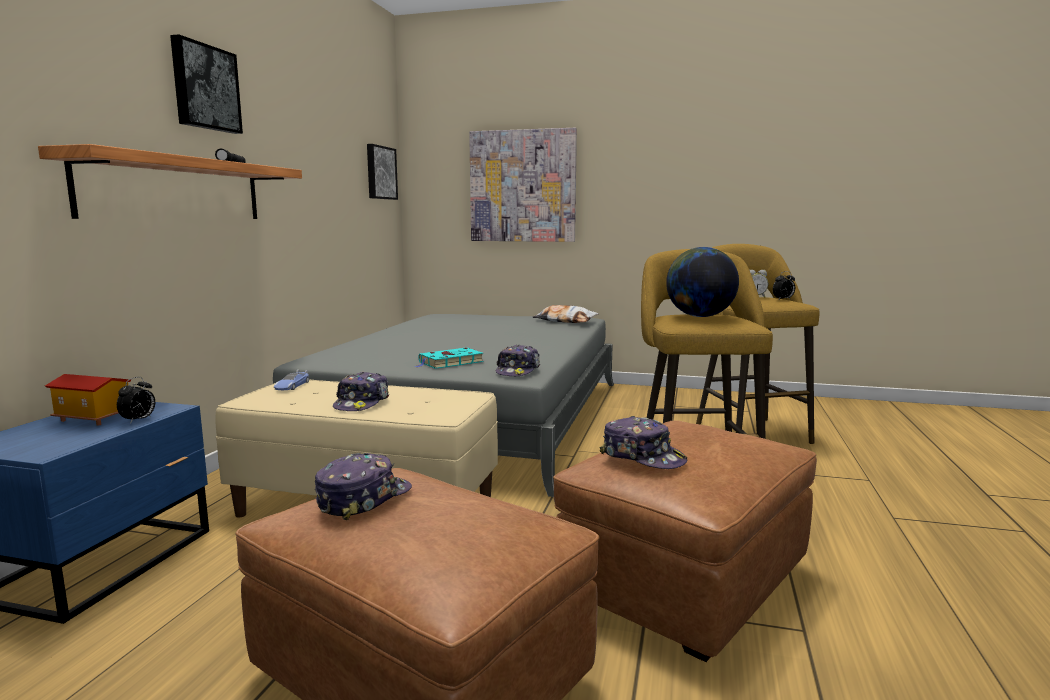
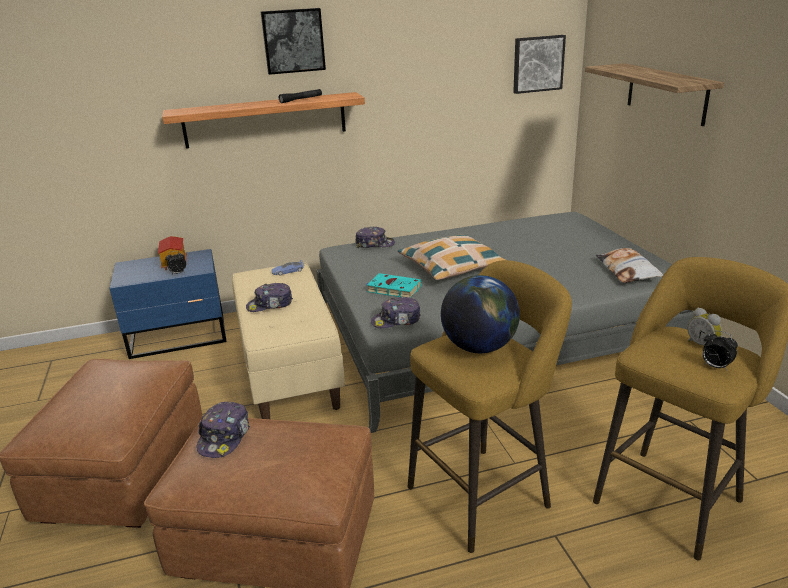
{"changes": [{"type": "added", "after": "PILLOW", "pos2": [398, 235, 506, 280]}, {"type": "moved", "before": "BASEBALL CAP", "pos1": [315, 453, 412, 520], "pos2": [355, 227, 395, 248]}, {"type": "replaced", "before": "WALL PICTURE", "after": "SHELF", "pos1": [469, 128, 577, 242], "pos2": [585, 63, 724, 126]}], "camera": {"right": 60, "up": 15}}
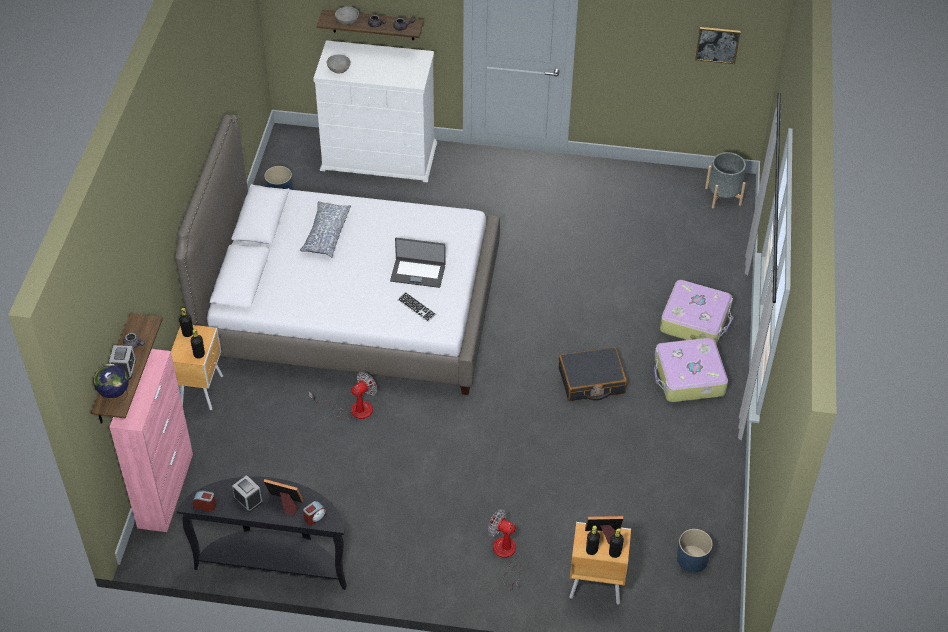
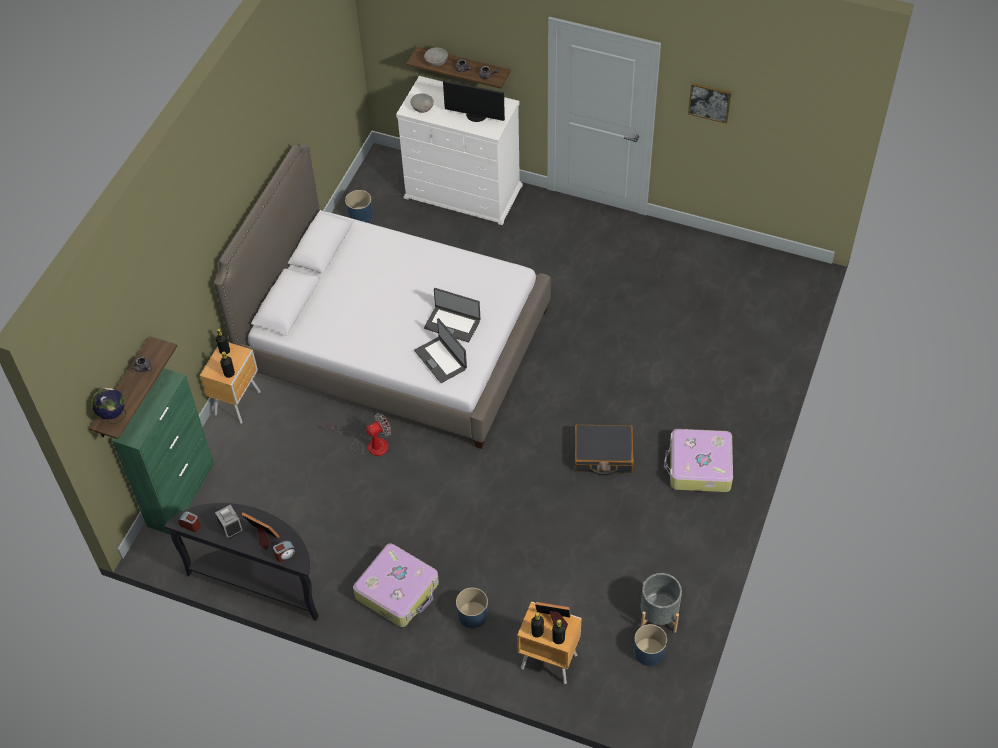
{"changes": [{"type": "removed", "before": "TABLE CLOCK", "pos1": [109, 345, 136, 379]}, {"type": "removed", "before": "PILLOW", "pos1": [300, 201, 351, 257]}, {"type": "added", "after": "COMPUTER SCREEN", "pos2": [443, 81, 505, 122]}, {"type": "moved", "before": "PIECE OF LUGGAGE", "pos1": [660, 280, 733, 345], "pos2": [353, 544, 439, 627]}, {"type": "moved", "before": "WALL PICTURE", "pos1": [695, 27, 741, 64], "pos2": [688, 83, 731, 124]}, {"type": "moved", "before": "GREY FLOWER POT", "pos1": [705, 152, 746, 208], "pos2": [640, 573, 682, 633]}, {"type": "replaced", "before": "PC KEYBOARD", "after": "LAPTOP", "pos1": [397, 292, 436, 322], "pos2": [414, 318, 467, 383]}, {"type": "replaced", "before": "COOLING FAN", "after": "BLUE-COLOURED FLOWER POT", "pos1": [488, 509, 522, 590], "pos2": [456, 587, 488, 629]}, {"type": "recoloured", "before": "PINK STORAGE CABINET", "after": "GREENISH STORAGE CABINET", "pos1": [109, 349, 193, 532], "pos2": [112, 368, 214, 535]}], "camera": {"right": 15, "up": 5}}
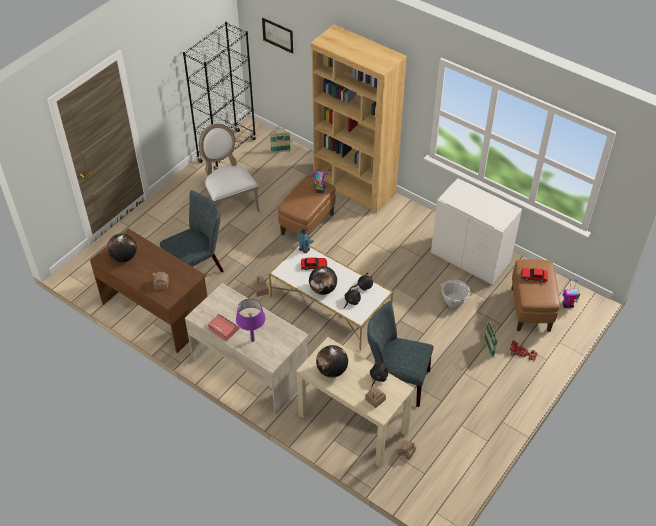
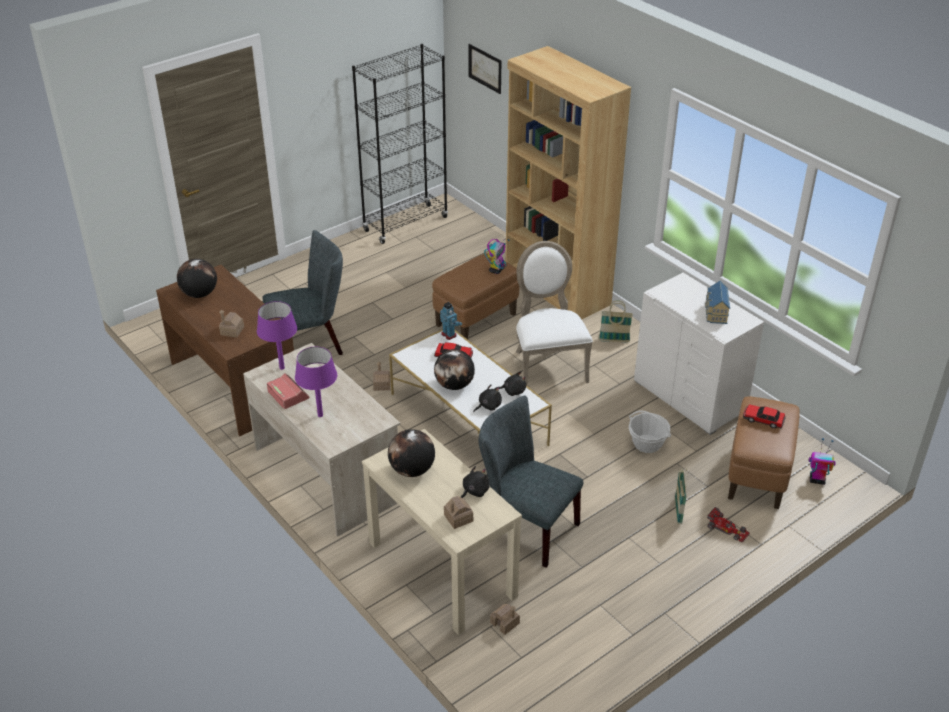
{"changes": [{"type": "added", "after": "PURPLE-COLOURED LAMP FOR A TABLE", "pos2": [257, 301, 297, 370]}, {"type": "added", "after": "TOY HOUSE", "pos2": [705, 281, 730, 324]}, {"type": "moved", "before": "WHITE PLAIN CHAIR", "pos1": [199, 124, 260, 212], "pos2": [516, 241, 593, 385]}, {"type": "moved", "before": "BASKET", "pos1": [270, 126, 291, 153], "pos2": [599, 300, 633, 342]}], "camera": {"right": 15, "up": -10}}
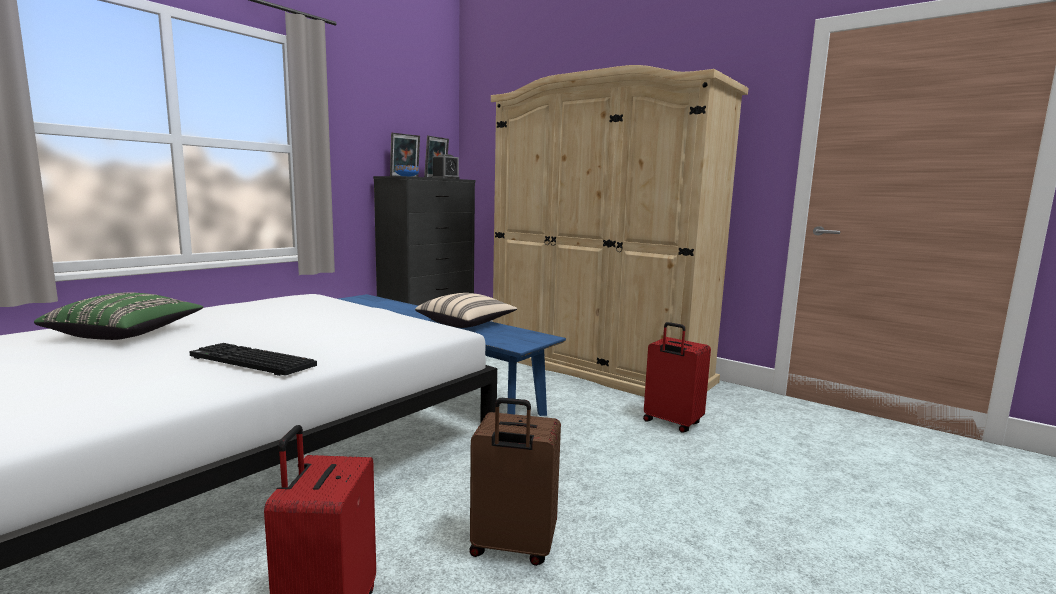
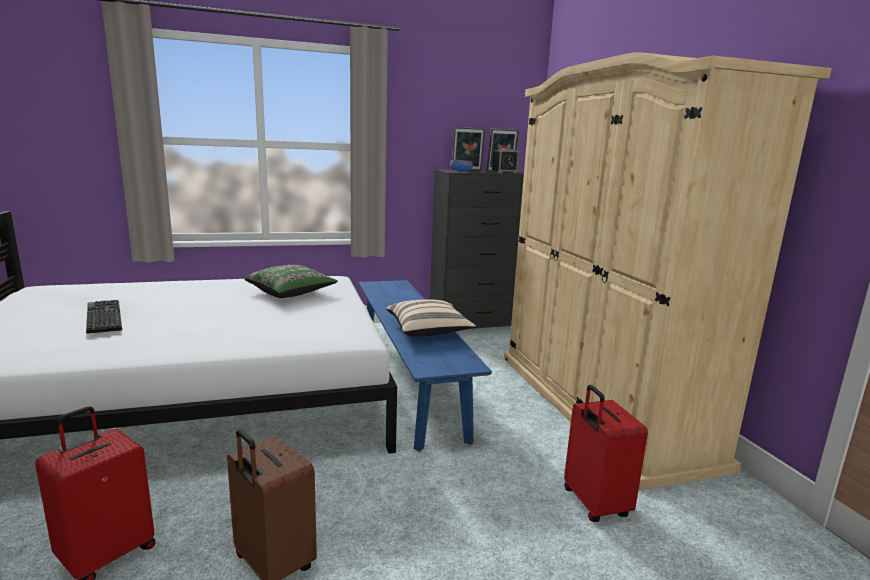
{"changes": [{"type": "moved", "before": "GREENISH PILLOW", "pos1": [34, 293, 203, 340], "pos2": [244, 265, 338, 298]}, {"type": "moved", "before": "PC KEYBOARD", "pos1": [190, 343, 317, 376], "pos2": [86, 300, 122, 334]}], "camera": {"right": 35, "up": 5}}
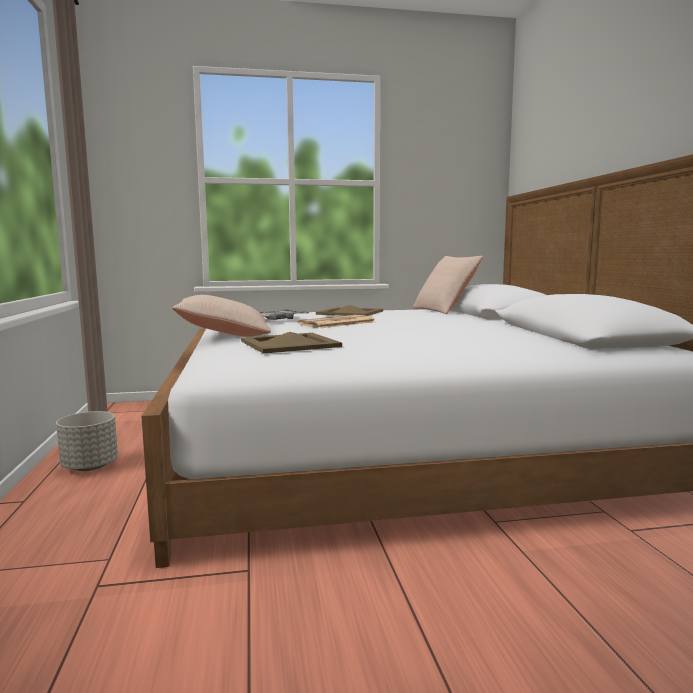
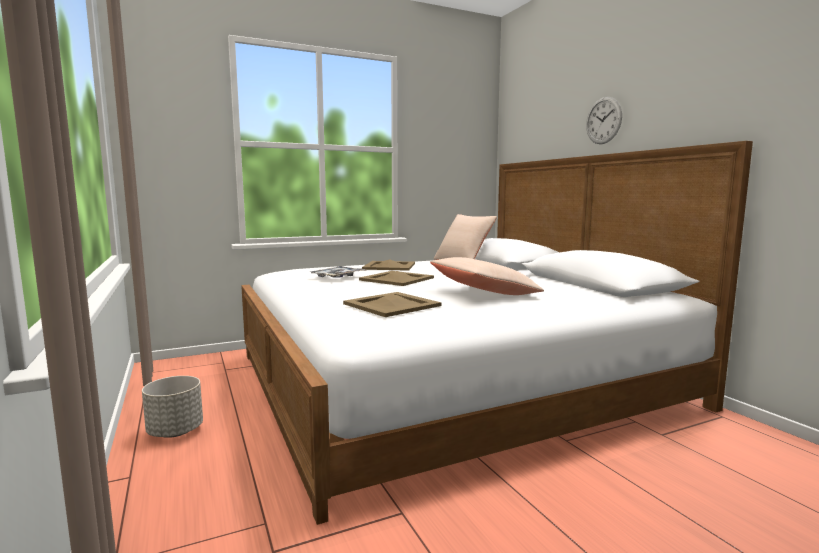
{"changes": [{"type": "added", "after": "CLOCK ON THE WALL", "pos2": [586, 97, 622, 144]}, {"type": "moved", "before": "BEIGE PILLOW", "pos1": [172, 295, 271, 337], "pos2": [430, 257, 544, 295]}, {"type": "replaced", "before": "DAILY PAPER", "after": "BEIGE CARRYING TRAY", "pos1": [298, 315, 376, 328], "pos2": [359, 271, 434, 286]}], "camera": {"right": -15, "up": 0}}
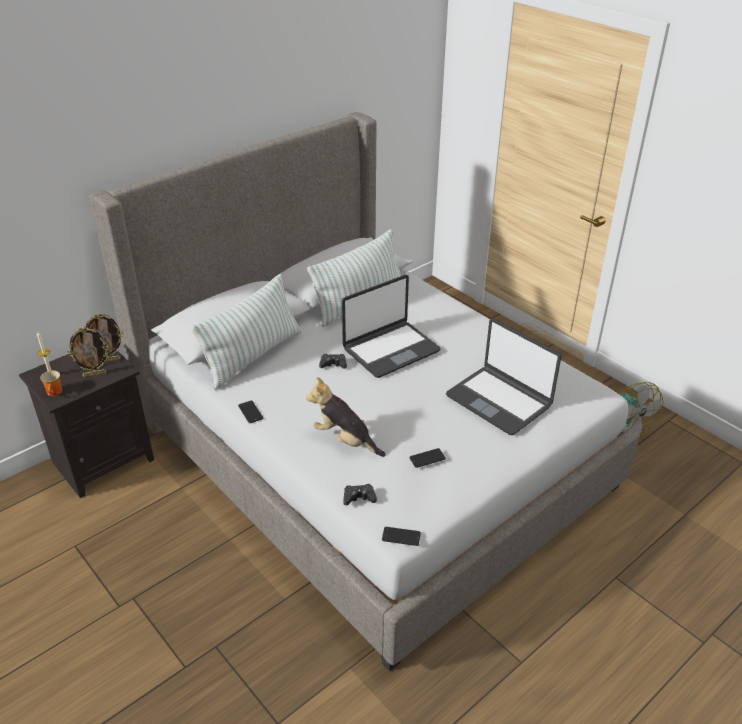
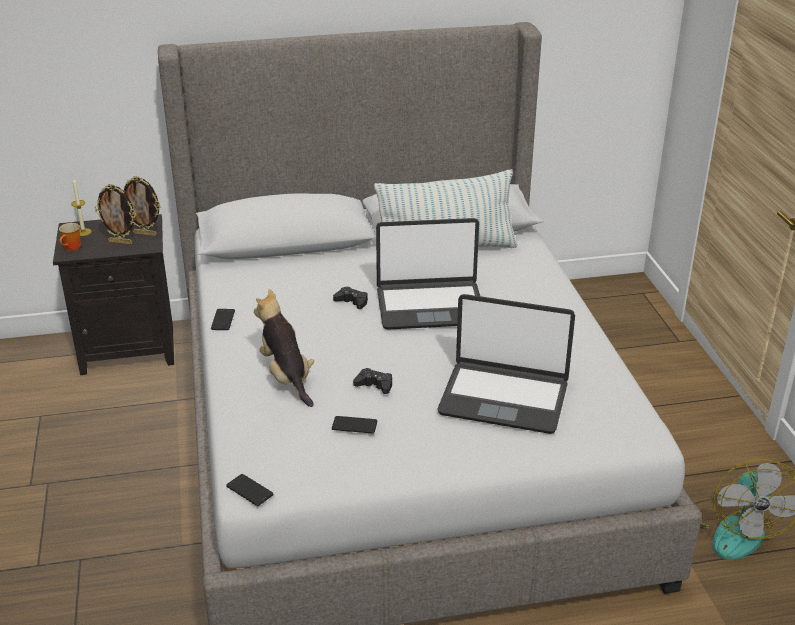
{"changes": [{"type": "removed", "before": "PILLOW", "pos1": [191, 273, 302, 390]}, {"type": "moved", "before": "BLACKISH GAMEPAD", "pos1": [343, 484, 377, 505], "pos2": [353, 368, 392, 394]}, {"type": "turned", "before": "LAPTOP", "pos1": [446, 318, 561, 435], "pos2": [438, 294, 575, 434], "turn": -60}], "camera": {"right": 30, "up": -5}}
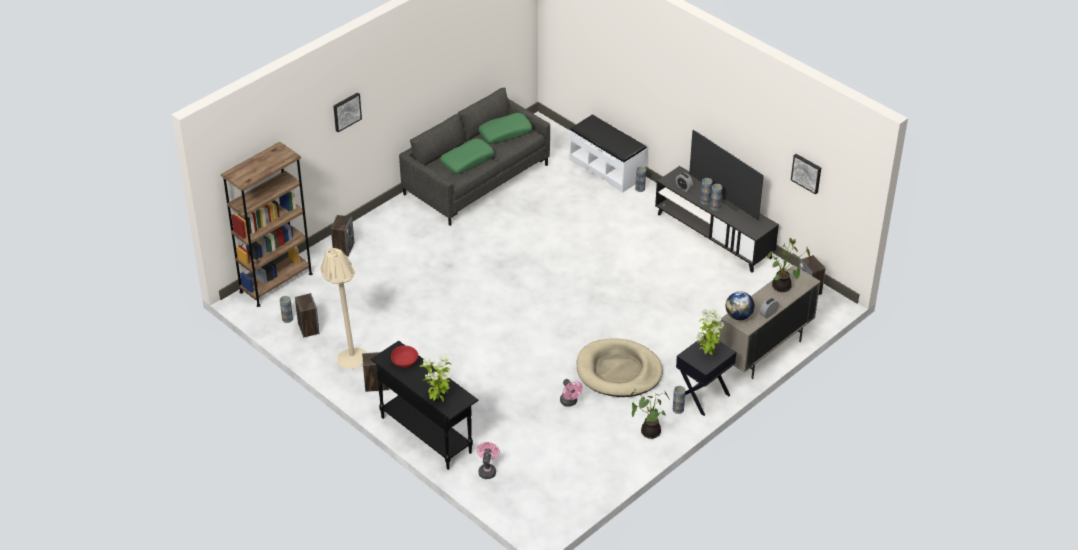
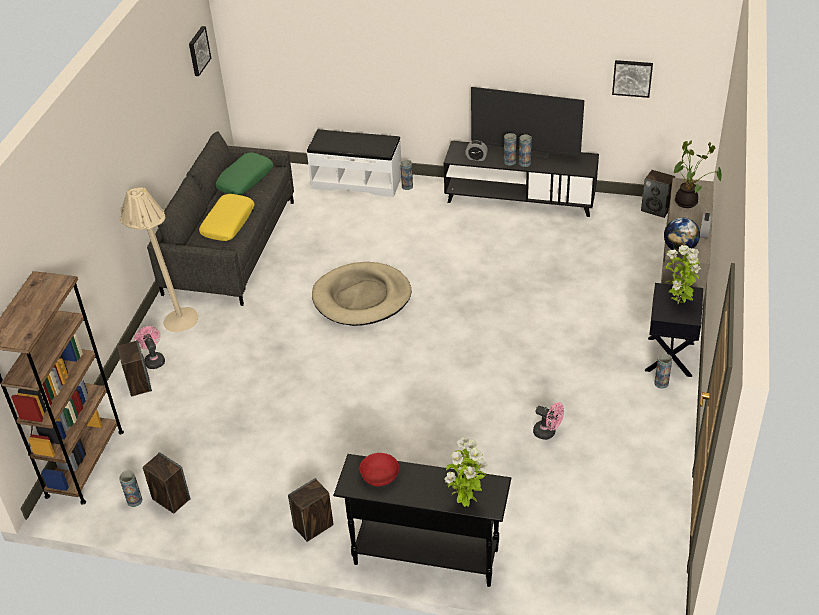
{"changes": [{"type": "removed", "before": "POTTED PLANT", "pos1": [630, 391, 670, 439]}, {"type": "moved", "before": "BEIGE STANDING LAMP", "pos1": [320, 248, 367, 369], "pos2": [120, 187, 198, 332]}, {"type": "moved", "before": "WALL PICTURE", "pos1": [333, 93, 362, 132], "pos2": [189, 26, 211, 76]}, {"type": "moved", "before": "PINK COOLING FAN", "pos1": [476, 442, 500, 479], "pos2": [134, 326, 165, 369]}, {"type": "moved", "before": "BEIGE DOG CUSHION", "pos1": [577, 338, 663, 397], "pos2": [312, 262, 412, 326]}, {"type": "recoloured", "before": "GREENISH PILLOW", "after": "YELLOW PILLOW", "pos1": [440, 138, 494, 174], "pos2": [199, 194, 255, 241]}], "camera": {"right": -30, "up": 0}}
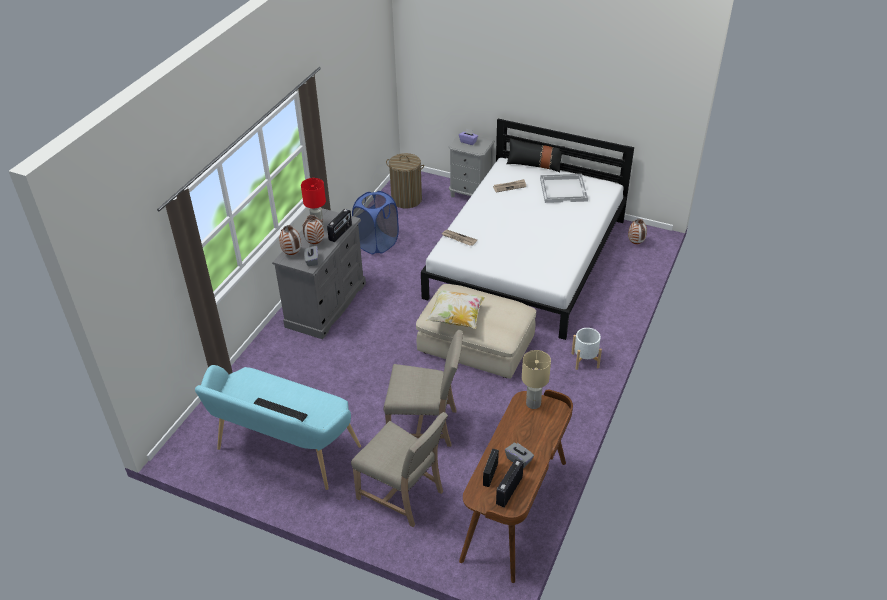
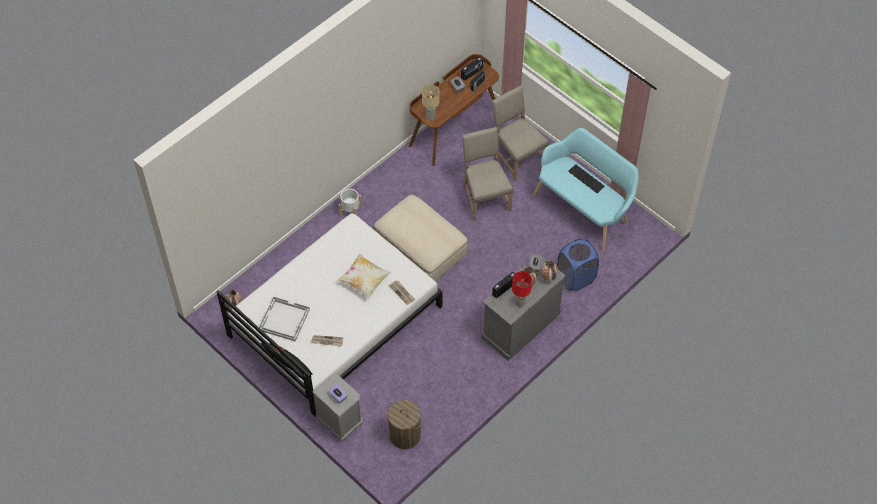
{"changes": [{"type": "moved", "before": "BLUE-COLOURED LAUNDRY BASKET", "pos1": [352, 191, 399, 254], "pos2": [557, 239, 599, 291]}, {"type": "moved", "before": "PILLOW", "pos1": [426, 289, 486, 329], "pos2": [337, 254, 392, 299]}, {"type": "turned", "before": "BEIGE PLAIN CHAIR", "pos1": [383, 330, 463, 447], "pos2": [462, 127, 513, 221], "turn": 45}], "camera": {"right": -160, "up": 15}}
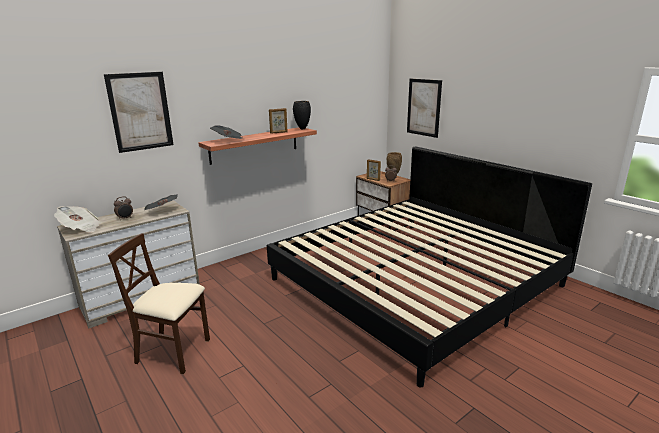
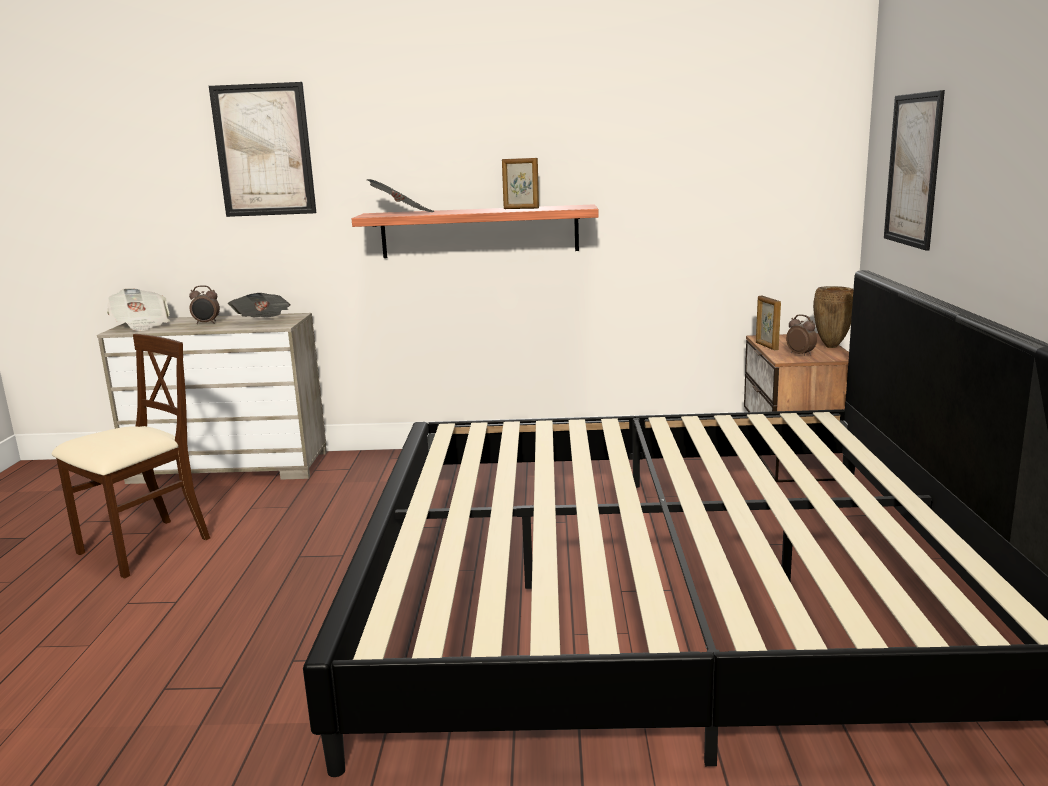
{"changes": [{"type": "removed", "before": "BLACKISH DECORATIVE VASE", "pos1": [293, 101, 311, 129]}, {"type": "turned", "before": "BEIGE PLAIN CHAIR", "pos1": [108, 233, 210, 374], "pos2": [51, 334, 210, 579], "turn": 75}], "camera": {"right": 40, "up": -5}}
